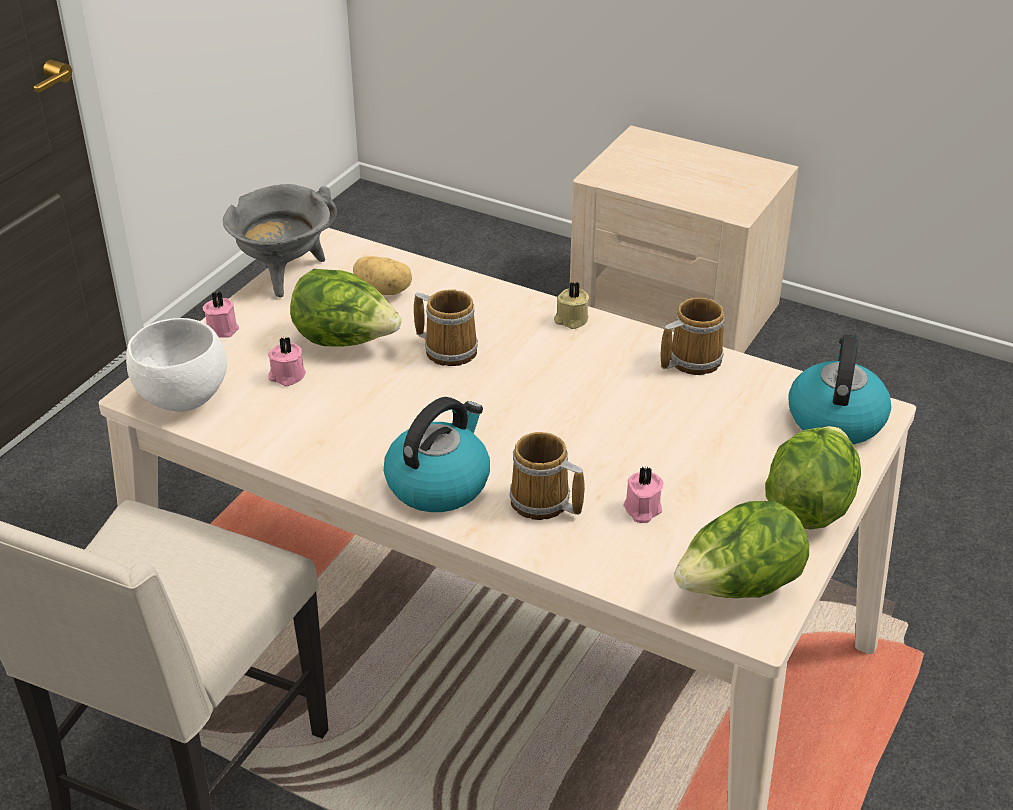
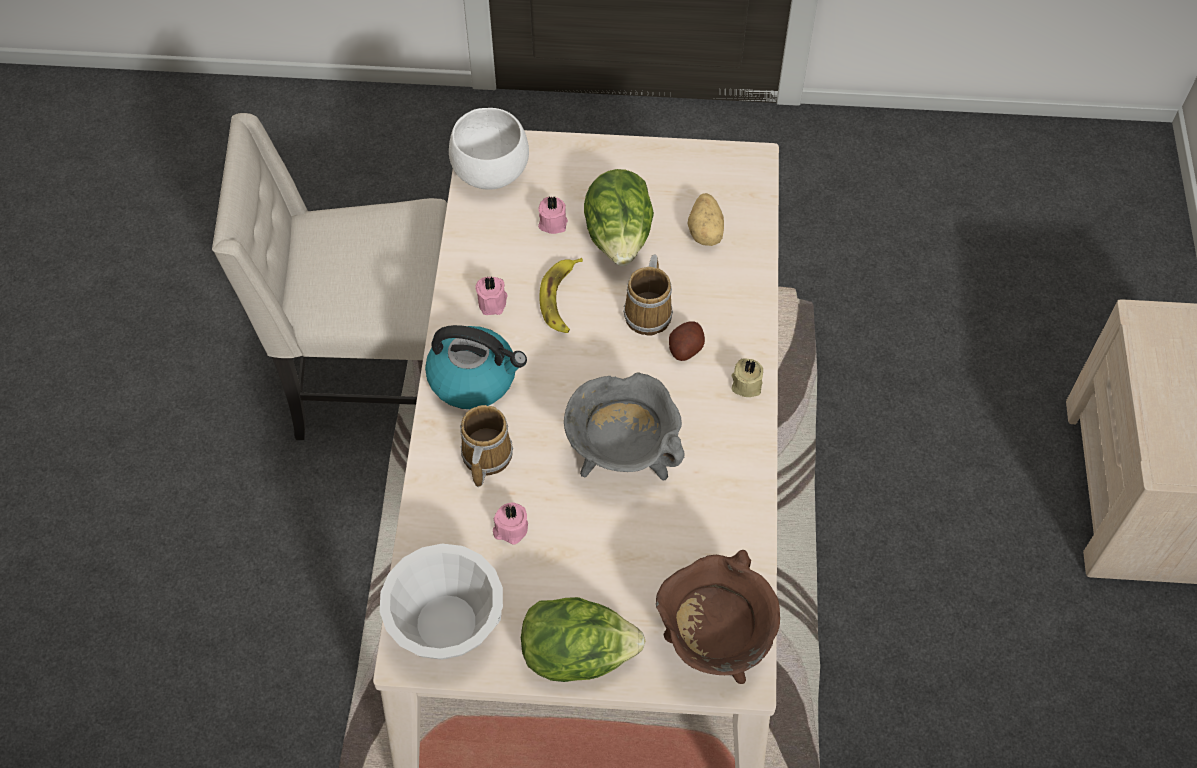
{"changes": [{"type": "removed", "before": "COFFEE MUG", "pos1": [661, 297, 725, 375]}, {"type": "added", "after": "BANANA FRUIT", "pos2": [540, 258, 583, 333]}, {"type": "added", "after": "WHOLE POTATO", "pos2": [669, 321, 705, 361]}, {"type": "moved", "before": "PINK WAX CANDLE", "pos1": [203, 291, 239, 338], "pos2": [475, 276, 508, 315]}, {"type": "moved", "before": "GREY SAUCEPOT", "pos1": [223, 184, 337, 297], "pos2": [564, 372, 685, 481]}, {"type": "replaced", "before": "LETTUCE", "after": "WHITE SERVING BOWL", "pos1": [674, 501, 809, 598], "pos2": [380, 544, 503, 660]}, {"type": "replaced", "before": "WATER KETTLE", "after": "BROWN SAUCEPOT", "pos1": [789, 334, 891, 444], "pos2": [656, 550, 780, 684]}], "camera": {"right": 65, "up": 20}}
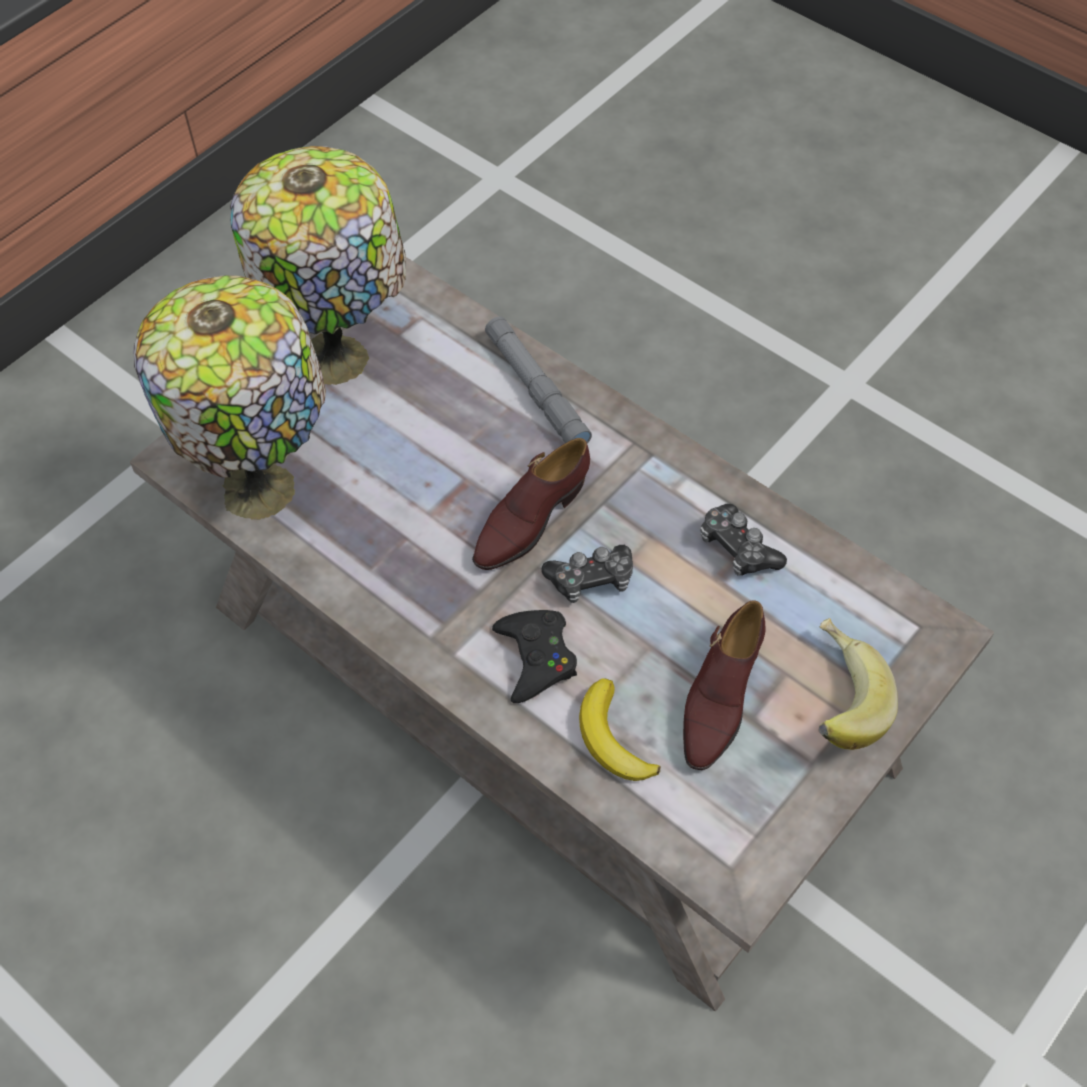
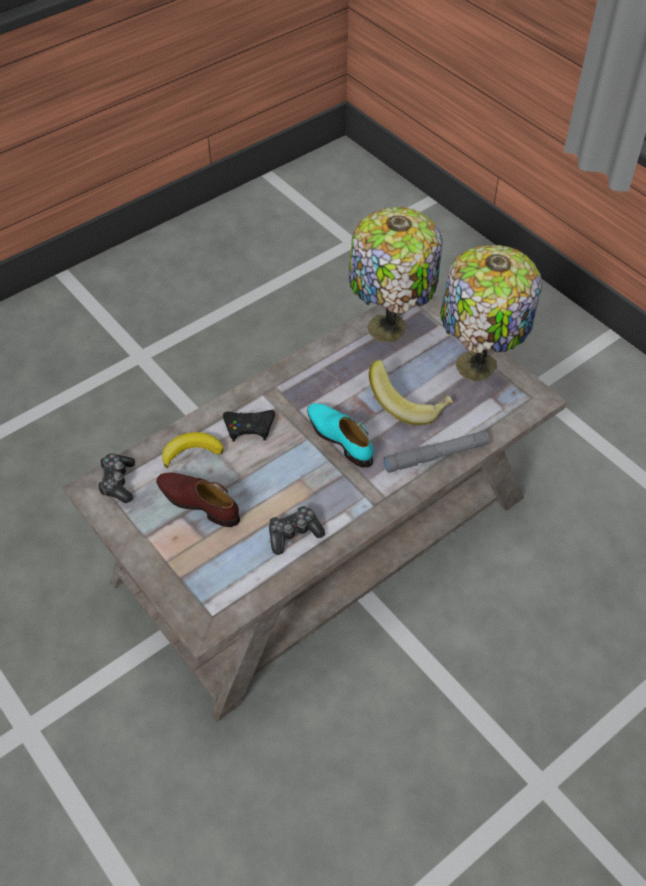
{"changes": [{"type": "moved", "before": "GAMEPAD", "pos1": [541, 545, 633, 603], "pos2": [97, 453, 135, 503]}, {"type": "moved", "before": "BANANA FRUIT", "pos1": [819, 618, 898, 750], "pos2": [369, 360, 453, 425]}, {"type": "recoloured", "before": "BROWN SHOE", "after": "BLUE-GREEN SHOE", "pos1": [472, 438, 590, 570], "pos2": [307, 403, 374, 468]}], "camera": {"right": 100, "up": -5}}
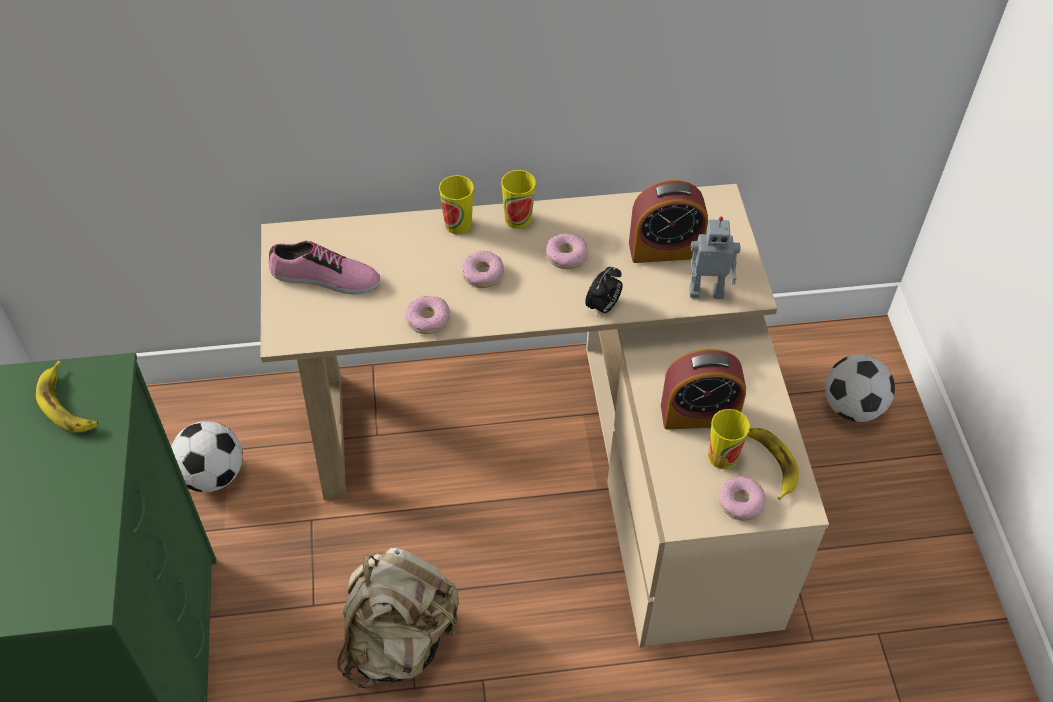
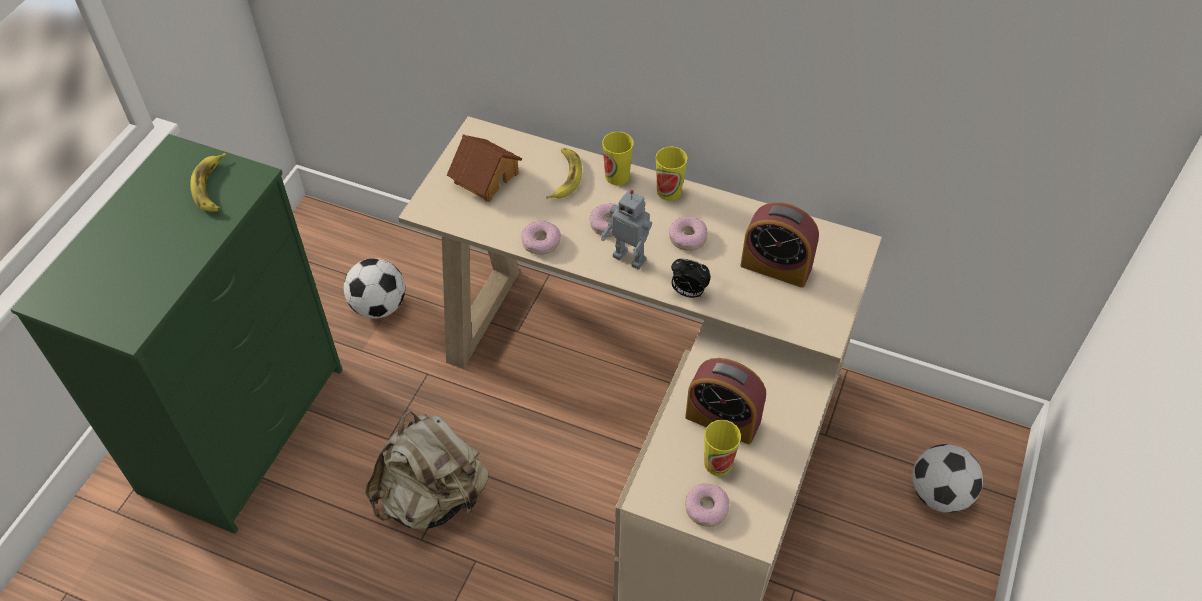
{"changes": [{"type": "moved", "before": "MODEL ROBOT", "pos1": [690, 216, 741, 299], "pos2": [601, 190, 652, 270]}, {"type": "moved", "before": "BANANA FRUIT", "pos1": [747, 428, 799, 500], "pos2": [546, 148, 582, 199]}, {"type": "replaced", "before": "SHOE", "after": "TOY HOUSE", "pos1": [269, 241, 380, 295], "pos2": [446, 134, 523, 202]}, {"type": "turned", "before": "TABLE CLOCK", "pos1": [585, 266, 623, 317], "pos2": [671, 259, 711, 298], "turn": 45}], "camera": {"right": 30, "up": 0}}
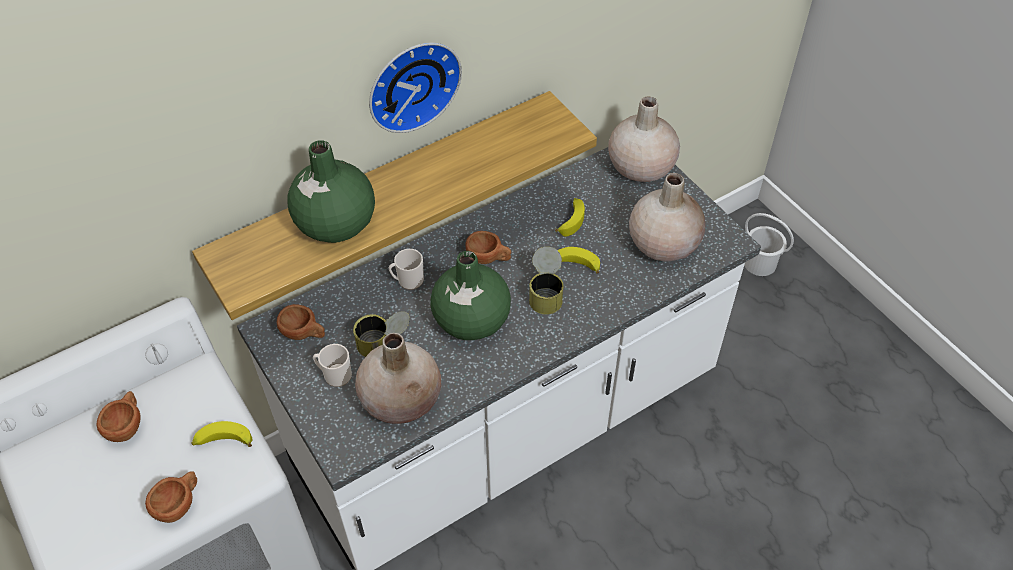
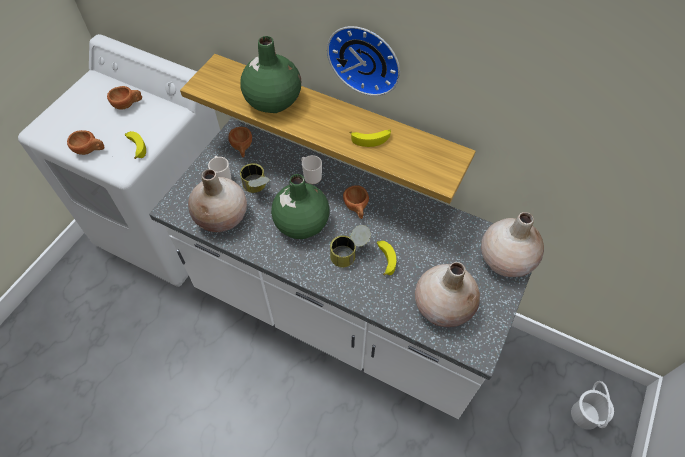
{"changes": [{"type": "moved", "before": "BANANA FRUIT", "pos1": [555, 198, 585, 236], "pos2": [350, 130, 391, 147]}], "camera": {"right": 60, "up": 5}}
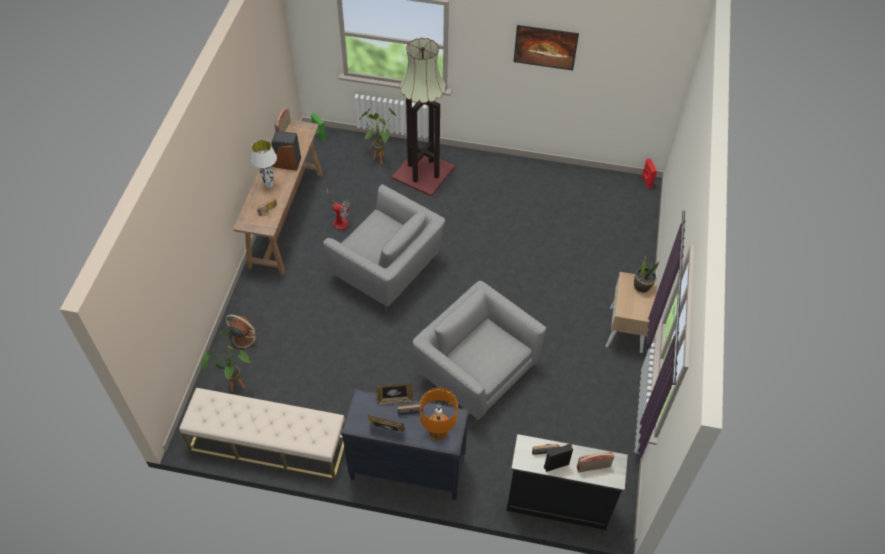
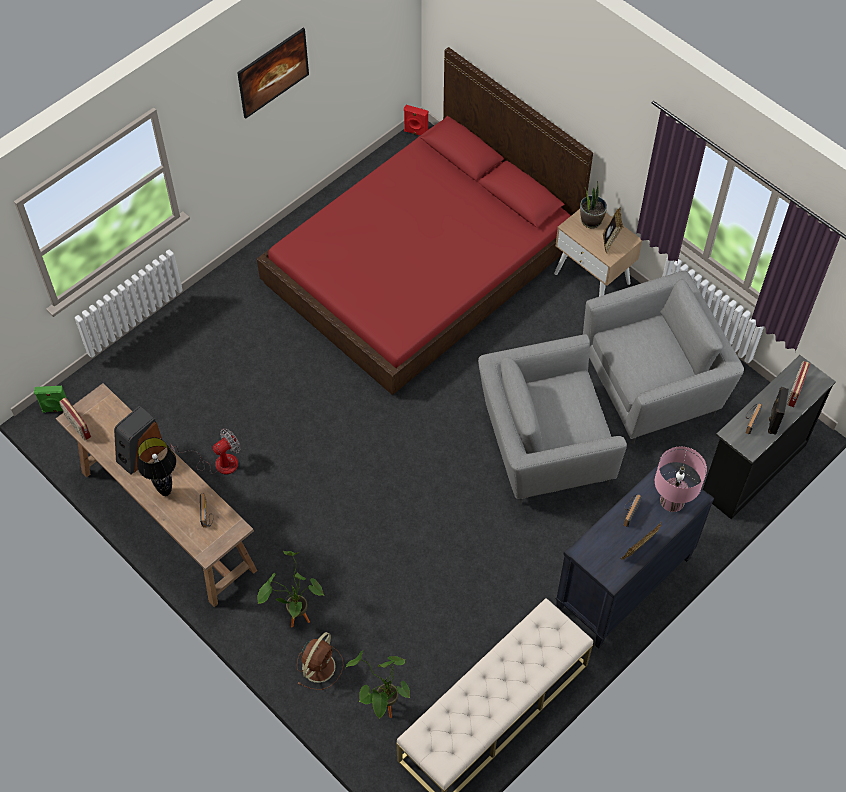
{"changes": [{"type": "removed", "before": "STANDING LAMP", "pos1": [392, 38, 455, 197]}, {"type": "added", "after": "RED-COLOURED SLEEPING BED", "pos2": [257, 47, 593, 394]}, {"type": "moved", "before": "GREY LOUNGE CHAIR", "pos1": [323, 184, 445, 311], "pos2": [583, 271, 744, 444]}, {"type": "moved", "before": "POTTED PLANT", "pos1": [359, 108, 396, 164], "pos2": [257, 551, 324, 627]}, {"type": "moved", "before": "STANDING FRAME", "pos1": [376, 384, 413, 405], "pos2": [603, 207, 623, 253]}, {"type": "recoloured", "before": "WHITE LAMP FOR A TABLE", "after": "BLACKISH LAMP FOR A TABLE", "pos1": [251, 140, 277, 188], "pos2": [137, 437, 176, 496]}, {"type": "recoloured", "before": "ORANGE-COLOURED LAMP FOR A TABLE", "after": "PINK LAMP FOR A TABLE", "pos1": [420, 388, 458, 440], "pos2": [655, 447, 707, 512]}, {"type": "turned", "before": "BROWN COOLING FAN", "pos1": [225, 315, 261, 351], "pos2": [297, 632, 344, 690], "turn": 150}], "camera": {"right": -55, "up": 5}}
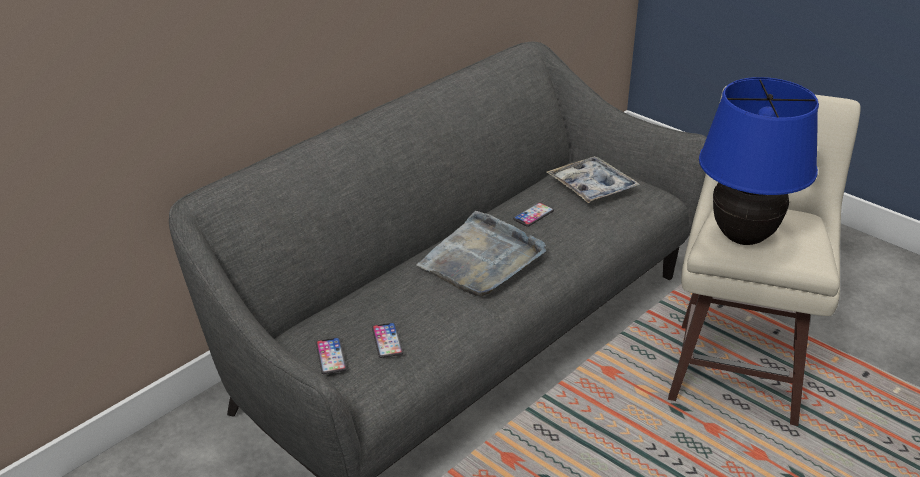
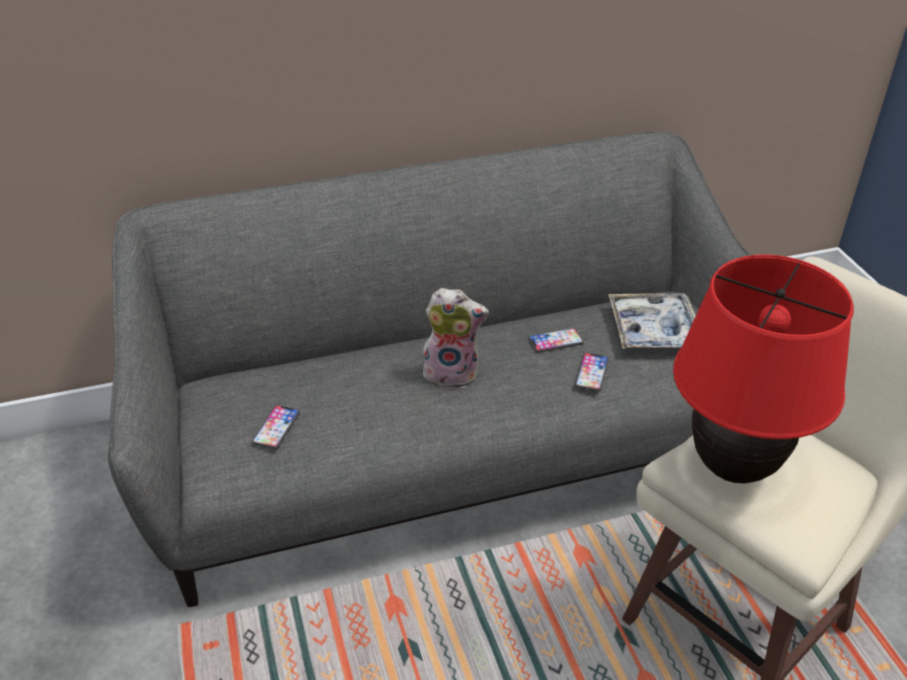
{"changes": [{"type": "moved", "before": "PHONE", "pos1": [316, 337, 347, 374], "pos2": [575, 353, 609, 391]}, {"type": "replaced", "before": "GREY CARRYING TRAY", "after": "SOFT TOY", "pos1": [416, 211, 546, 297], "pos2": [423, 288, 489, 389]}, {"type": "recoloured", "before": "BLUE-COLOURED LAMP FOR A TABLE", "after": "RED-COLOURED LAMP FOR A TABLE", "pos1": [699, 77, 819, 245], "pos2": [673, 255, 854, 483]}], "camera": {"right": 30, "up": 5}}
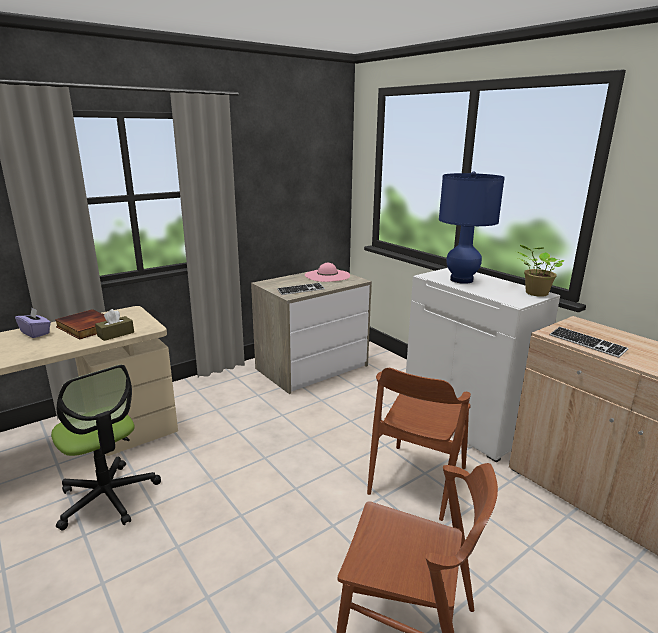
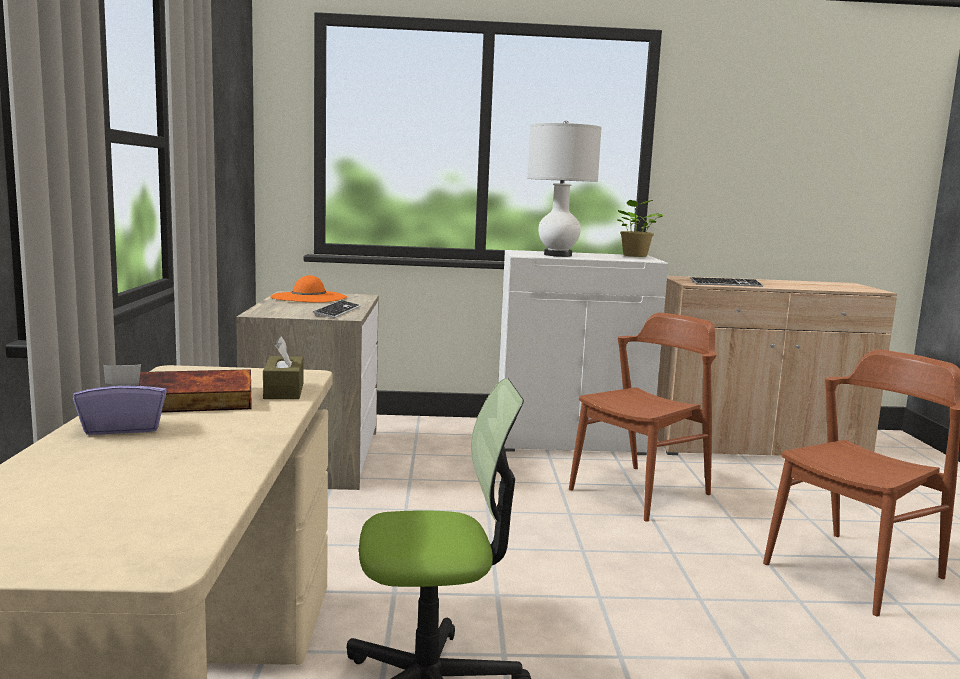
{"changes": [{"type": "recoloured", "before": "PINK HAT", "after": "ORANGE-COLOURED HAT", "pos1": [305, 263, 350, 282], "pos2": [271, 275, 347, 303]}, {"type": "recoloured", "before": "BLUE-COLOURED LAMP FOR A TABLE", "after": "WHITE LAMP FOR A TABLE", "pos1": [439, 171, 505, 284], "pos2": [527, 121, 602, 257]}, {"type": "turned", "before": "BROWN PLAIN CHAIR", "pos1": [367, 368, 471, 521], "pos2": [569, 313, 717, 522], "turn": -105}], "camera": {"right": -55, "up": -10}}
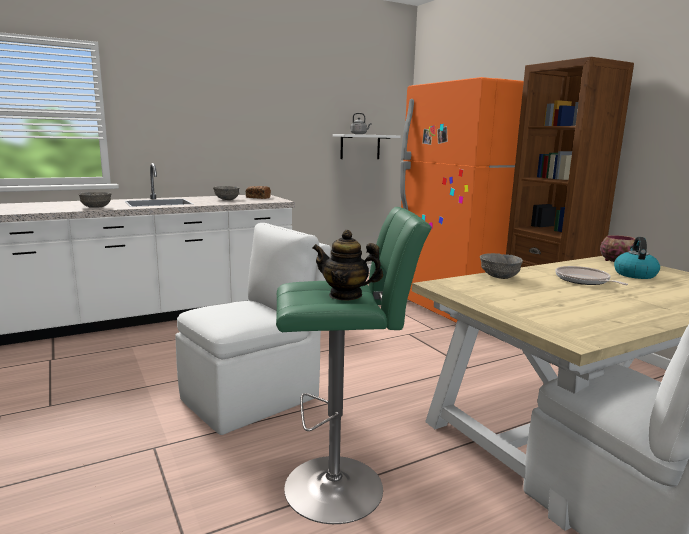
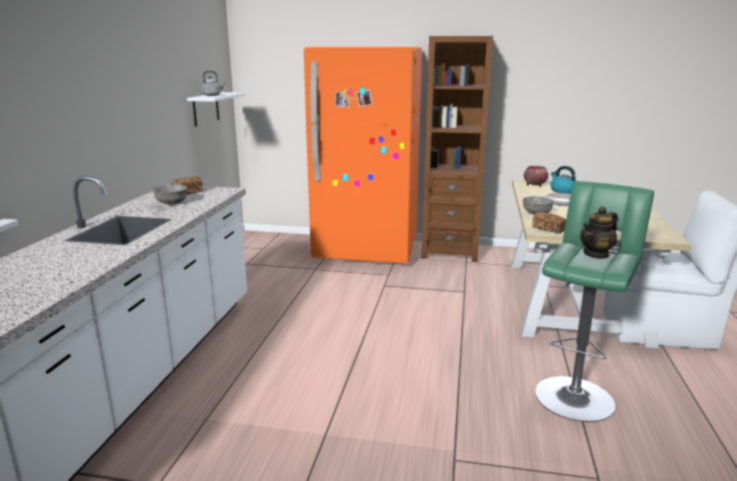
{"changes": [{"type": "removed", "before": "GREY SERVING BOWL", "pos1": [79, 192, 112, 208]}, {"type": "removed", "before": "WHITE PLAIN CHAIR", "pos1": [175, 223, 331, 435]}, {"type": "added", "after": "BREAD", "pos2": [532, 212, 566, 234]}], "camera": {"right": -50, "up": 5}}
